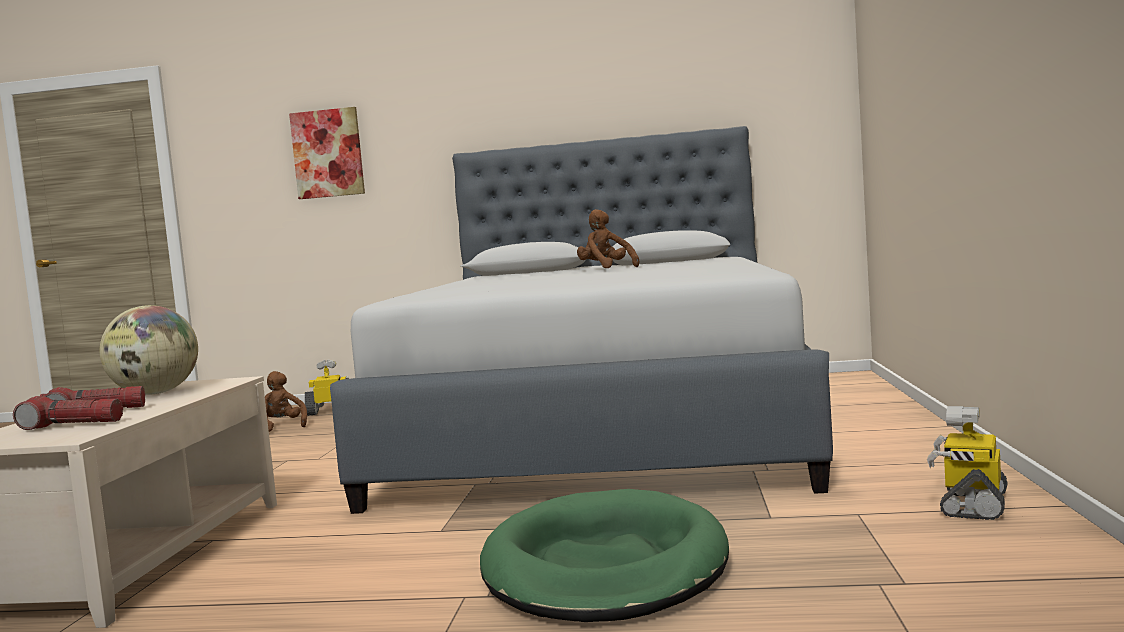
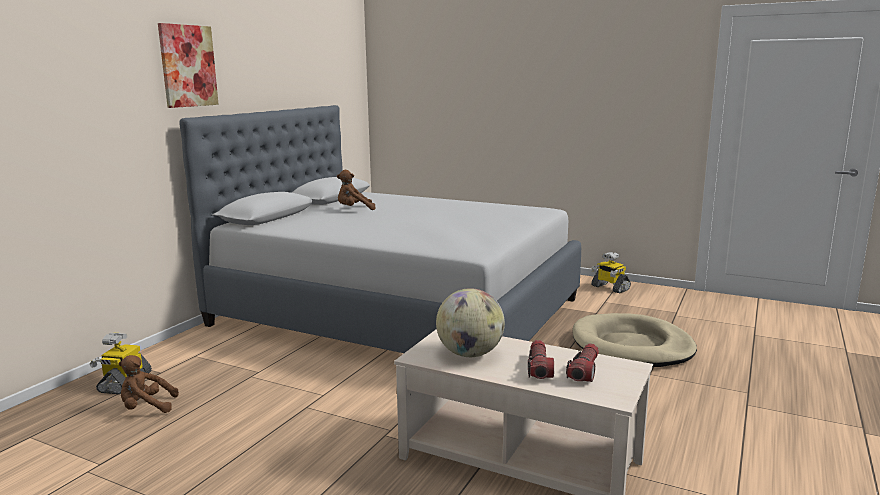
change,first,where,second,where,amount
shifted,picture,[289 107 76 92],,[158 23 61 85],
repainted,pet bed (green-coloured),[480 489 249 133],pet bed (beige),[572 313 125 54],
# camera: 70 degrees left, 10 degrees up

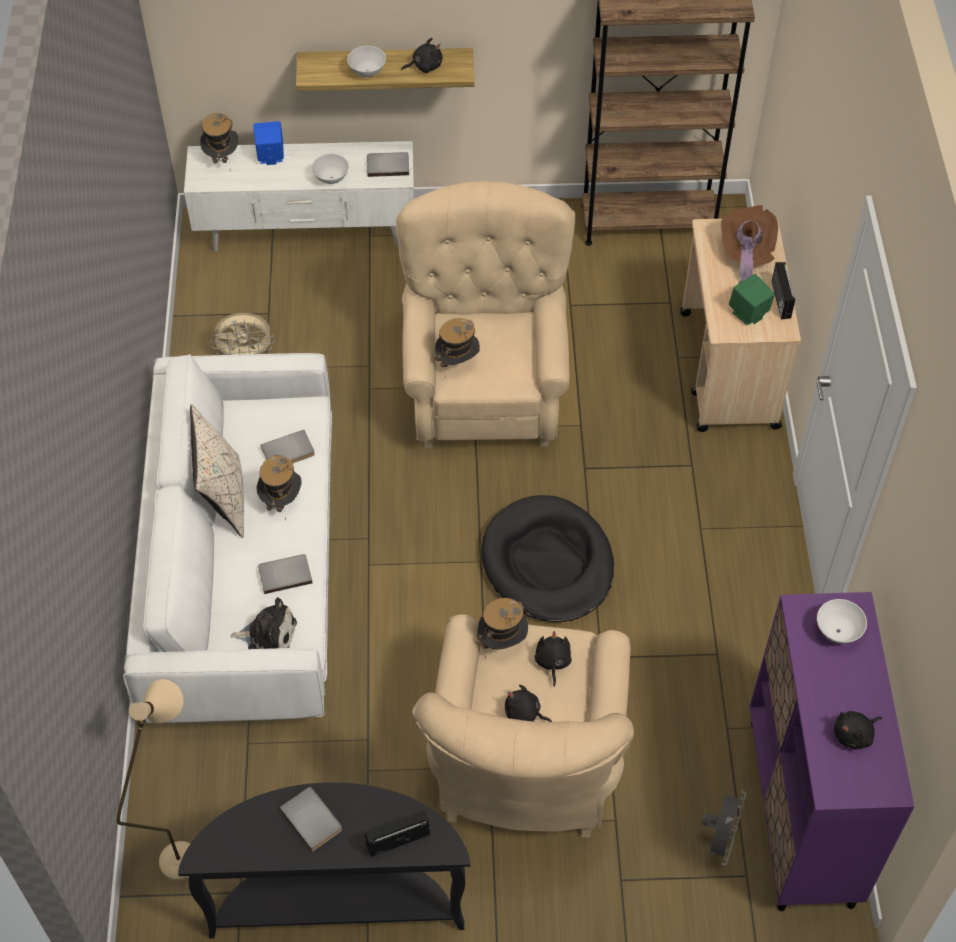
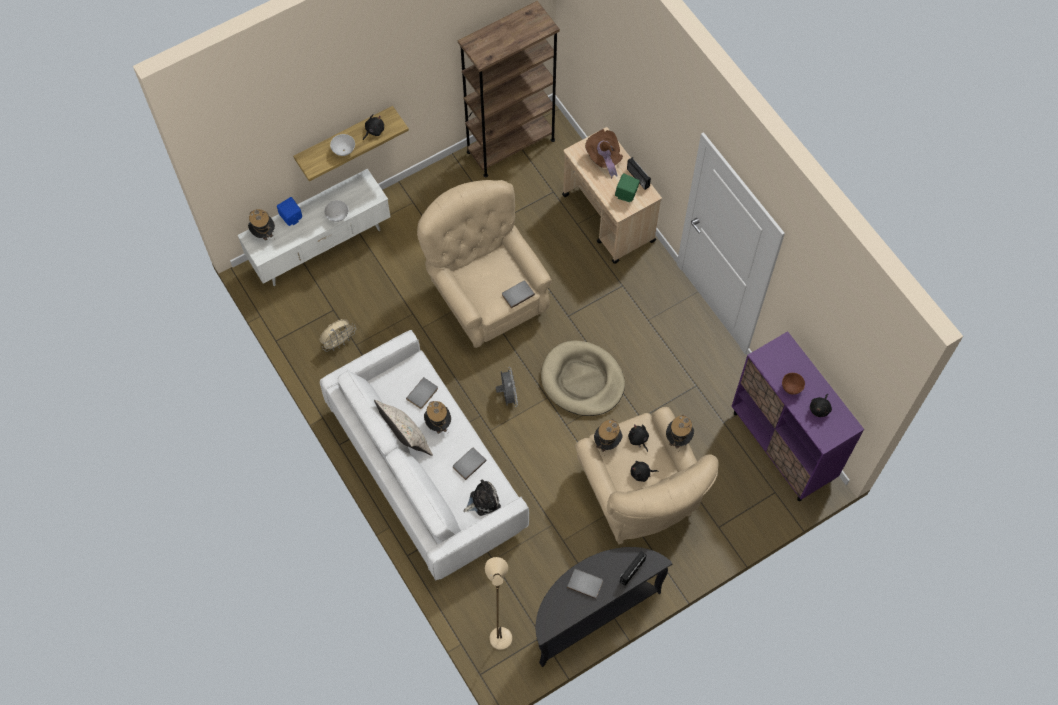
change,first,where,second,where,amount
shifted,electric fan (grey),[702 791 44 75],,[496 367 22 40],
shifted,volume (grey),[367 152 42 25],,[502 280 33 28],
repainted,pet bed (black-coloured),[481 495 133 127],pet bed (beige),[541 341 84 75],
shifted,clothing hat,[435 318 45 50],,[666 415 28 34],
new,,,bowl (brown-coloured),[782 373 23 22],
gone,bowl (white),[817 599 50 45],,,
# camera: 30 degrees left, 10 degrees up

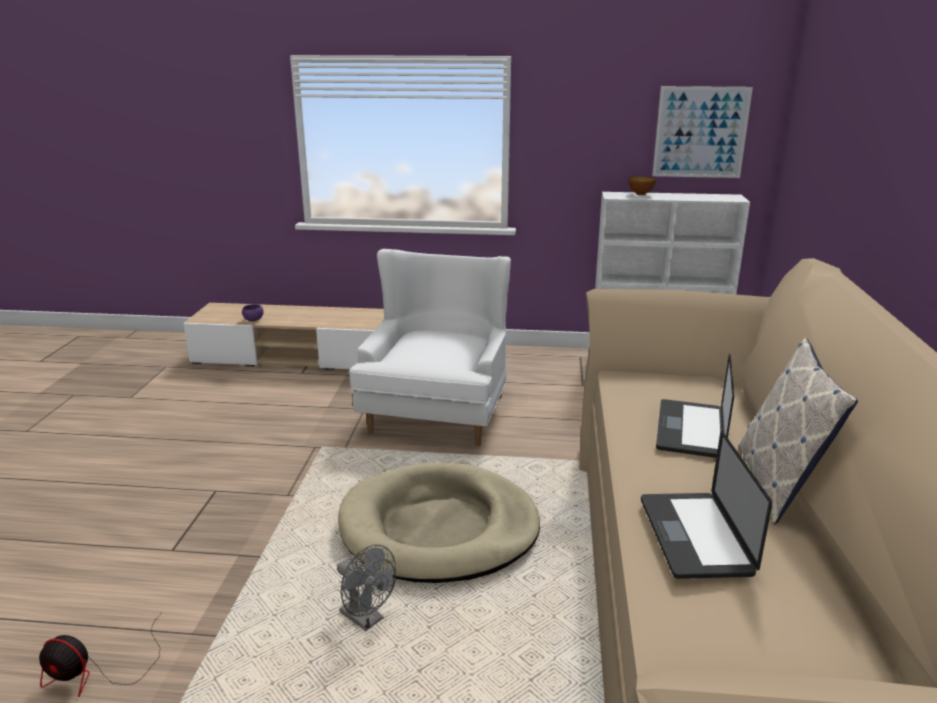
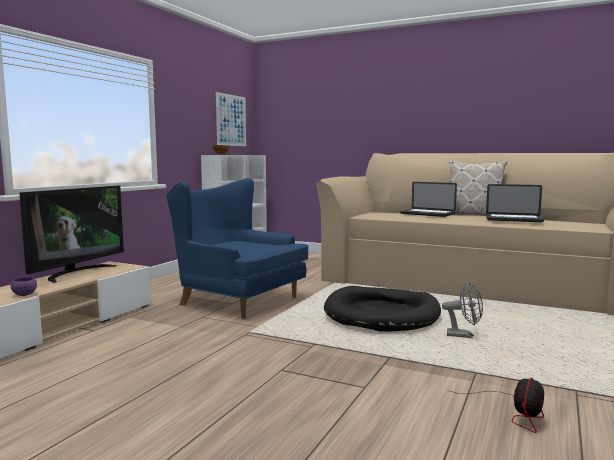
change,first,where,second,where,amount
new,,,television,[20 186 104 97],
repainted,easy chair (white),[349 249 162 197],easy chair (blue-coloured),[166 178 142 141],
repainted,pet bed (beige),[338 462 202 121],pet bed (black-coloured),[324 286 117 46],
rotated,electric fan (grey),[337 544 59 87],,[442 282 41 56],45 degrees clockwise
# camera: 70 degrees left, 15 degrees down

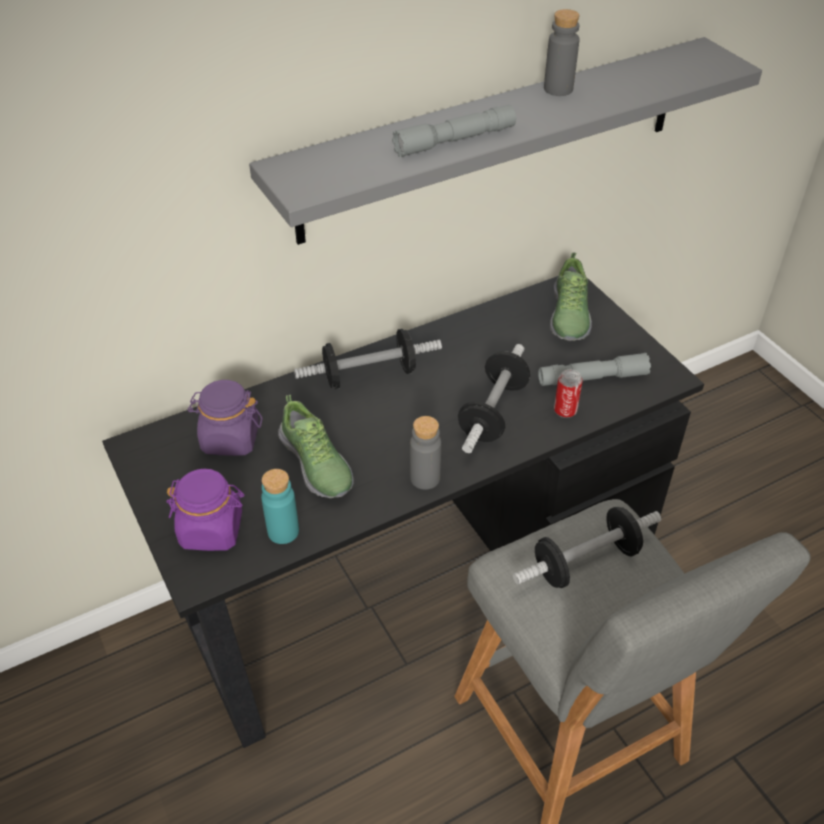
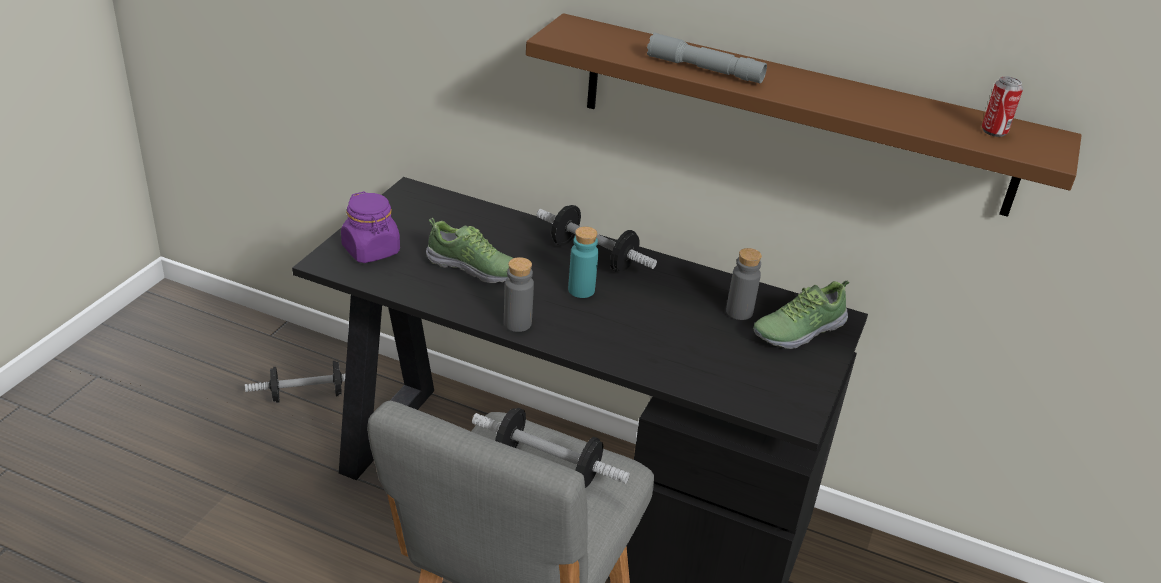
change,first,where,second,where,amount
shifted,dumbbell,[458 344 72 109],,[245 361 100 42],
rotated,item of footwear,[278 395 76 103],,[426 218 87 65],90 degrees counterclockwise
repainted,shelf (grey),[249 37 513 208],shelf (brown-coloured),[526 13 556 204],
shifted,drink bottle (turquoise-coloured),[261 469 38 75],,[568 227 31 71],
shifted,drink bottle (grey),[544 9 36 87],,[726 248 36 72],
shifted,metal can,[554 369 29 49],,[982 76 41 61],
gone,jar (purplish),[188 380 75 76],,,
gone,torch (grey),[538 353 113 33],,,
# camera: 50 degrees right, 10 degrees down

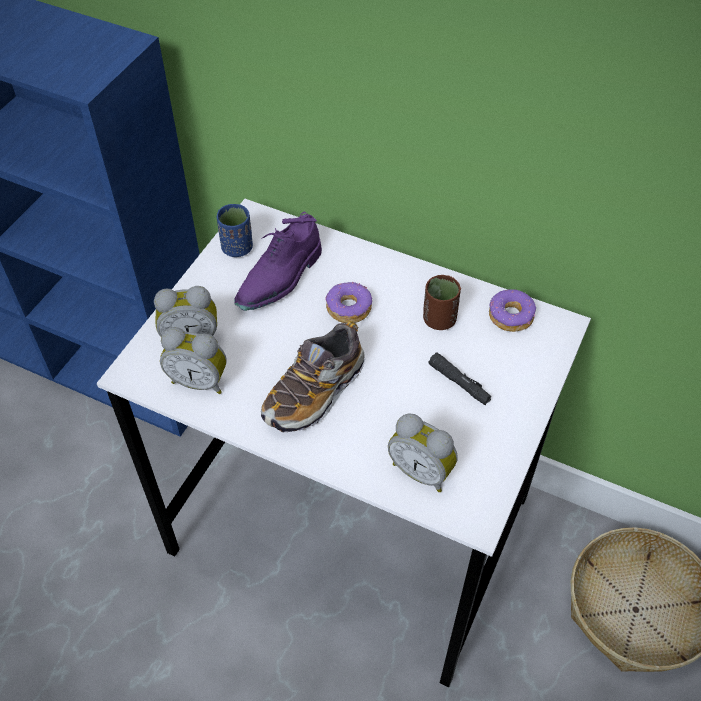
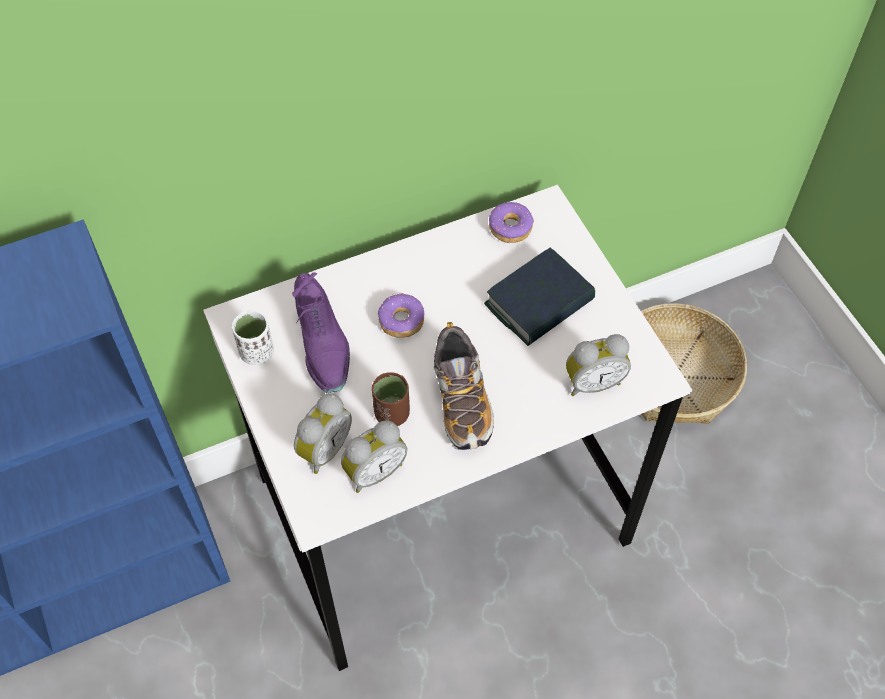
change,first,where,second,where,amount
repainted,drinking cup (blue-coloured),[216 204 37 53],drinking cup (white),[232 310 42 55],
shifted,drinking cup (brown-coloured),[423 275 38 55],,[372 372 38 54],
swapped,torch (black-coloured),[428 353 64 52],volume,[484 247 111 99],
# camera: 50 degrees left, 5 degrees up

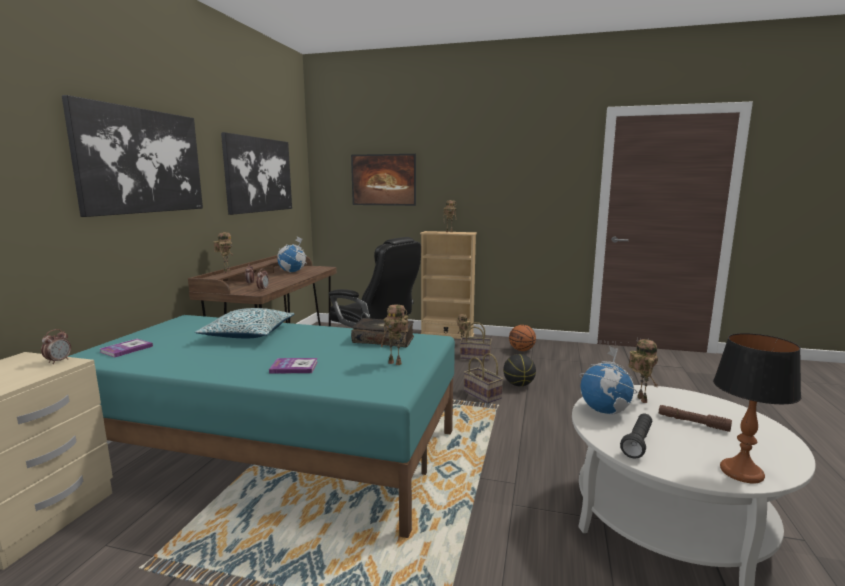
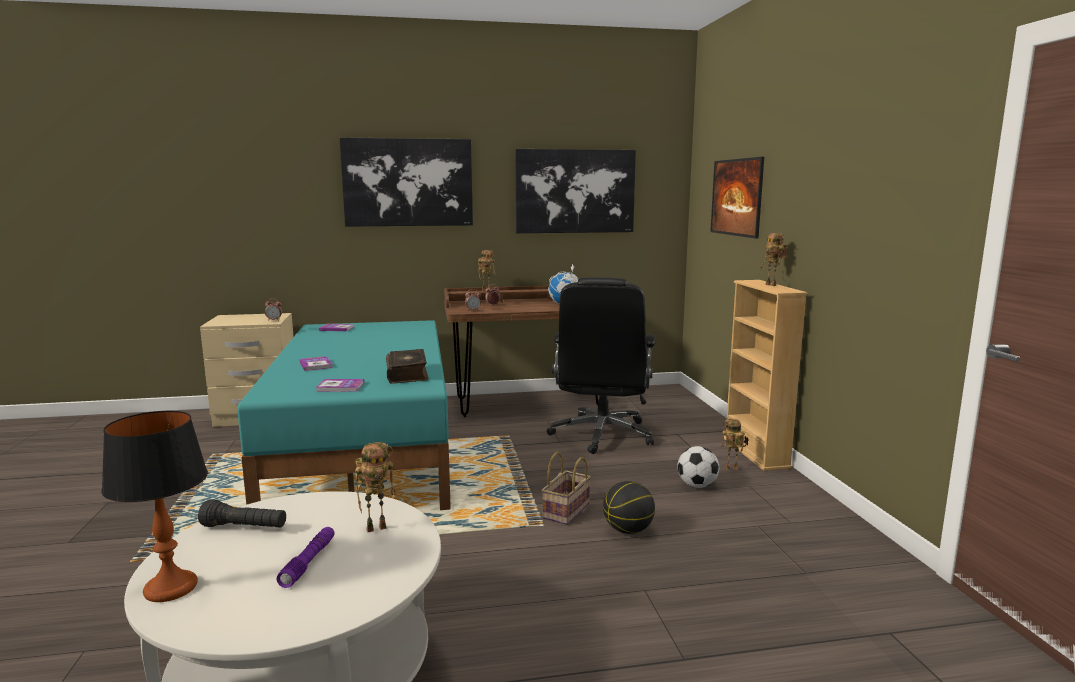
change,first,where,second,where,amount
repainted,torch (brown-coloured),[659 405 73 27],torch (purplish),[277 527 57 61],
swapped,model robot,[381 304 27 61],volume,[316 379 48 13],
swapped,household basket,[460 322 32 39],football,[677 446 42 42],
gone,throw pillow,[195 308 100 30],,,
gone,basketball ball,[509 325 27 26],,,
gone,desk globe,[579 346 58 69],,,
# camera: 65 degrees right, 0 degrees up

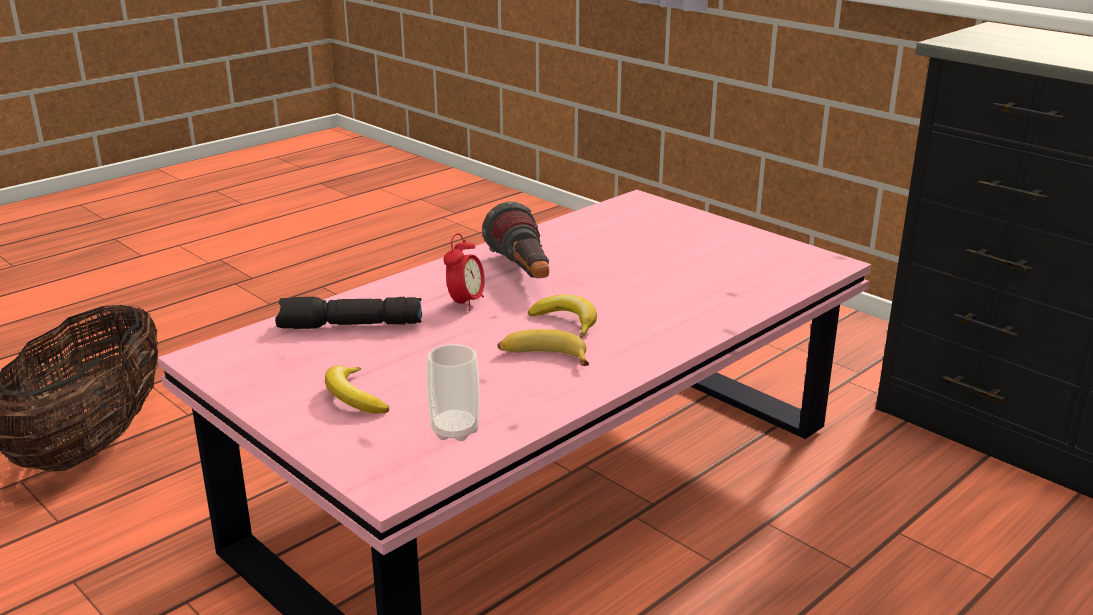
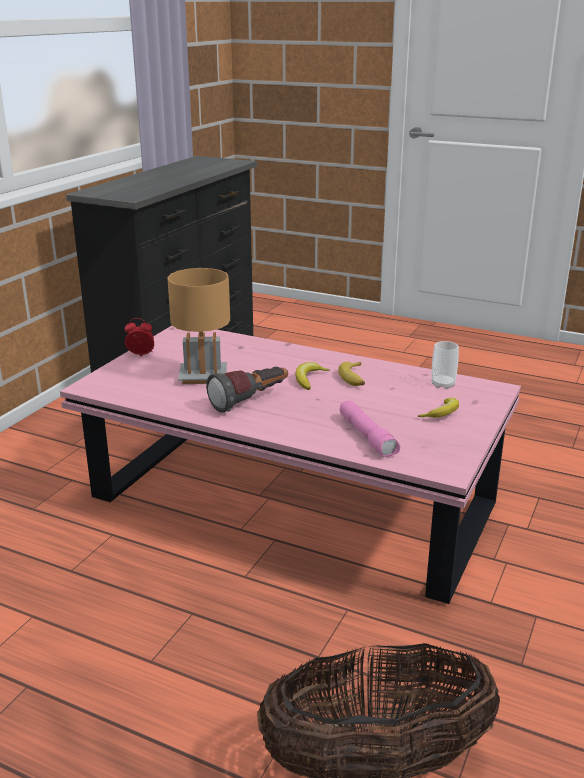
change,first,where,second,where,amount
shifted,alarm clock,[444 233 41 78],,[125 318 29 38],
new,,,table lamp (brown-coloured),[167 268 63 116],
repainted,torch (black-coloured),[275 297 147 32],torch (pink-coloured),[340 400 60 57],
# camera: 110 degrees left, 0 degrees up

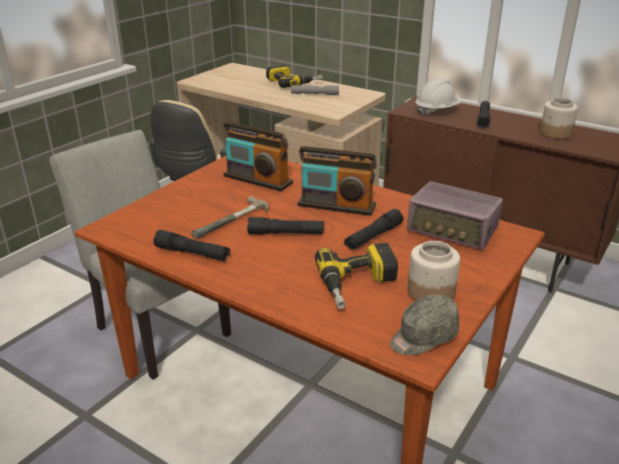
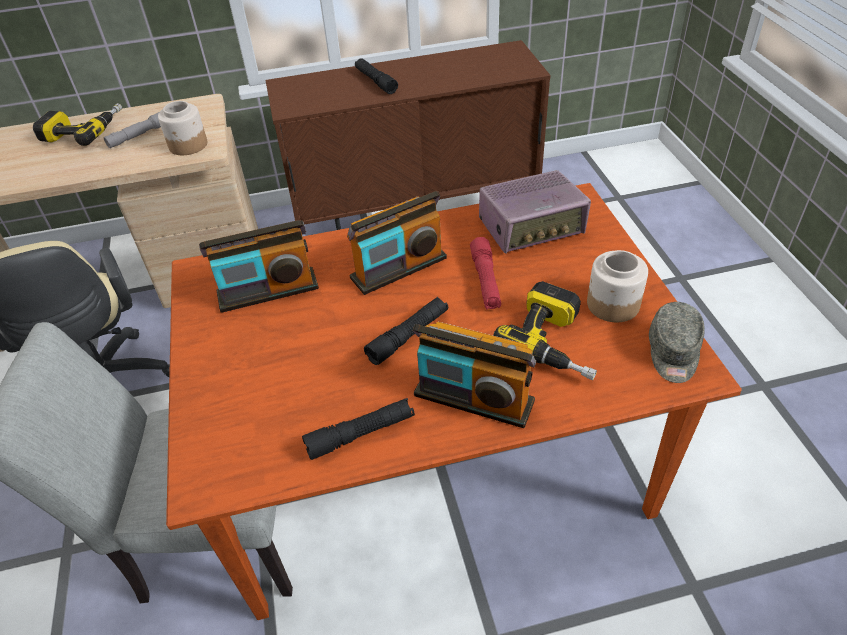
change,first,where,second,where,amount
shifted,jar,[540 98 38 41],,[158 101 49 54],
new,,,radio,[413 322 123 106],
repainted,torch (black-coloured),[344 209 59 41],torch (red),[470 237 31 72],
gone,hammer,[191 196 77 43],,,
gone,hard hat (white),[415 78 46 38],,,
# camera: 45 degrees left, 15 degrees up

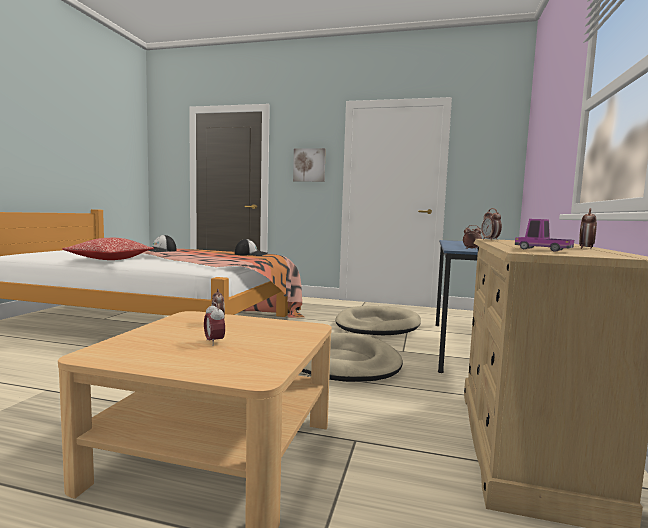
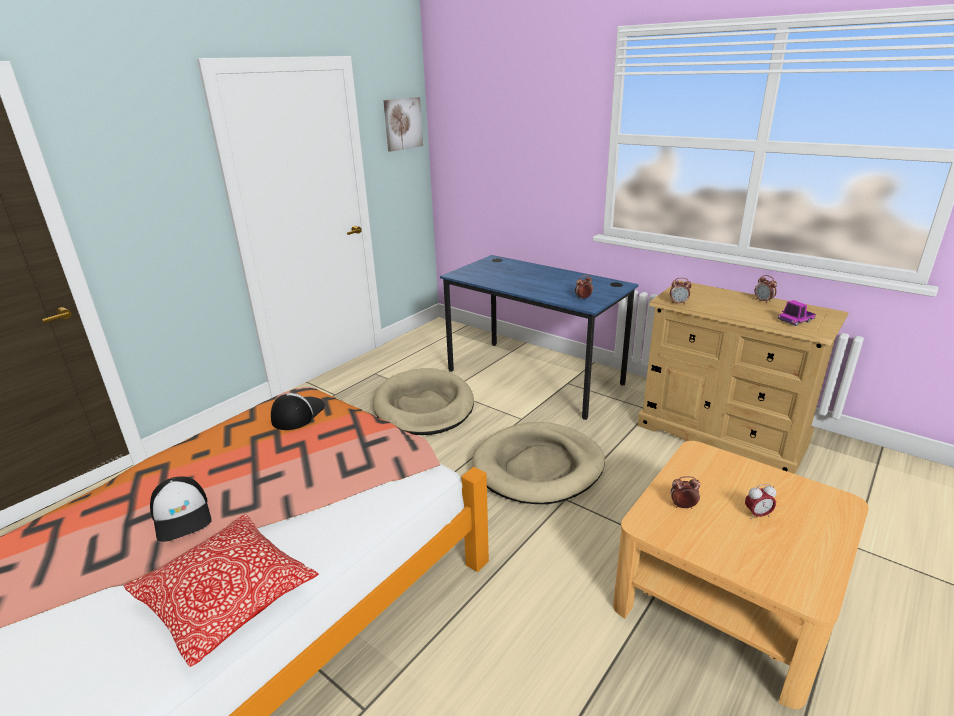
change,first,where,second,where,amount
shifted,picture,[293 148 33 34],,[383 97 40 55],
# camera: 65 degrees left, 20 degrees up

